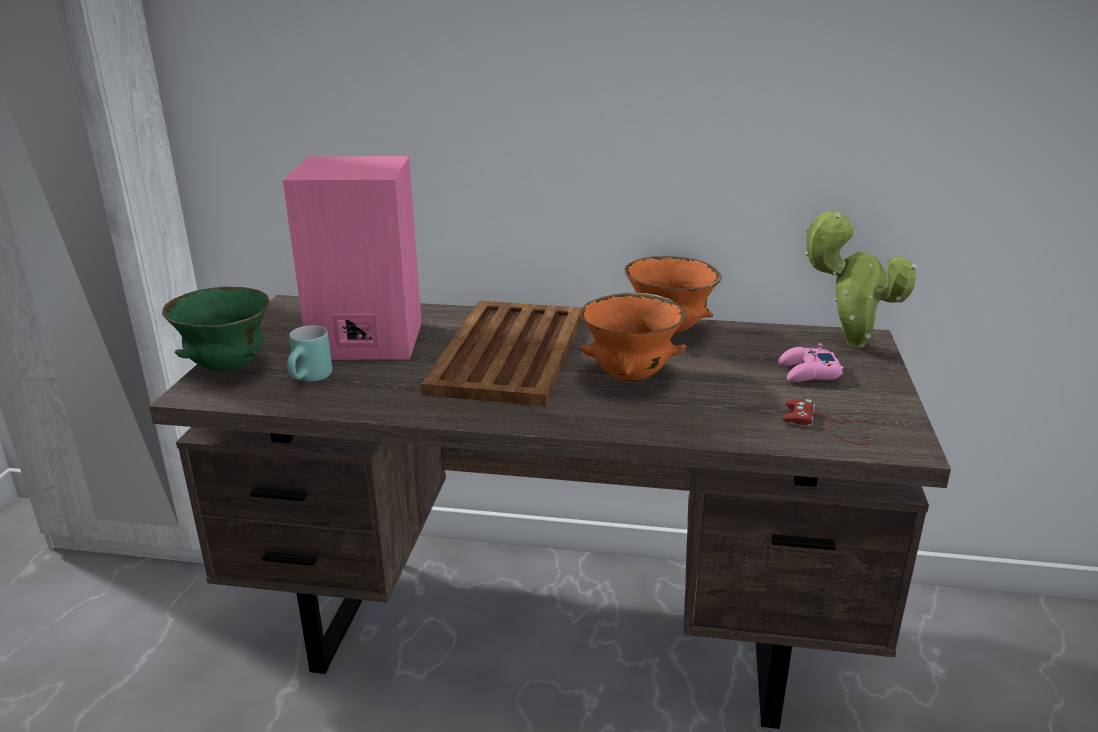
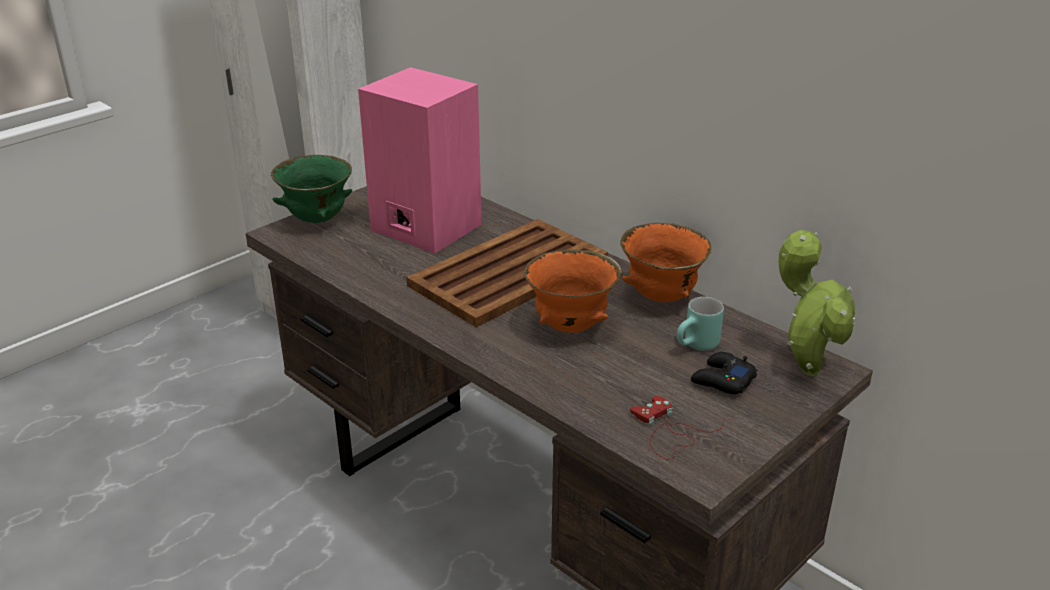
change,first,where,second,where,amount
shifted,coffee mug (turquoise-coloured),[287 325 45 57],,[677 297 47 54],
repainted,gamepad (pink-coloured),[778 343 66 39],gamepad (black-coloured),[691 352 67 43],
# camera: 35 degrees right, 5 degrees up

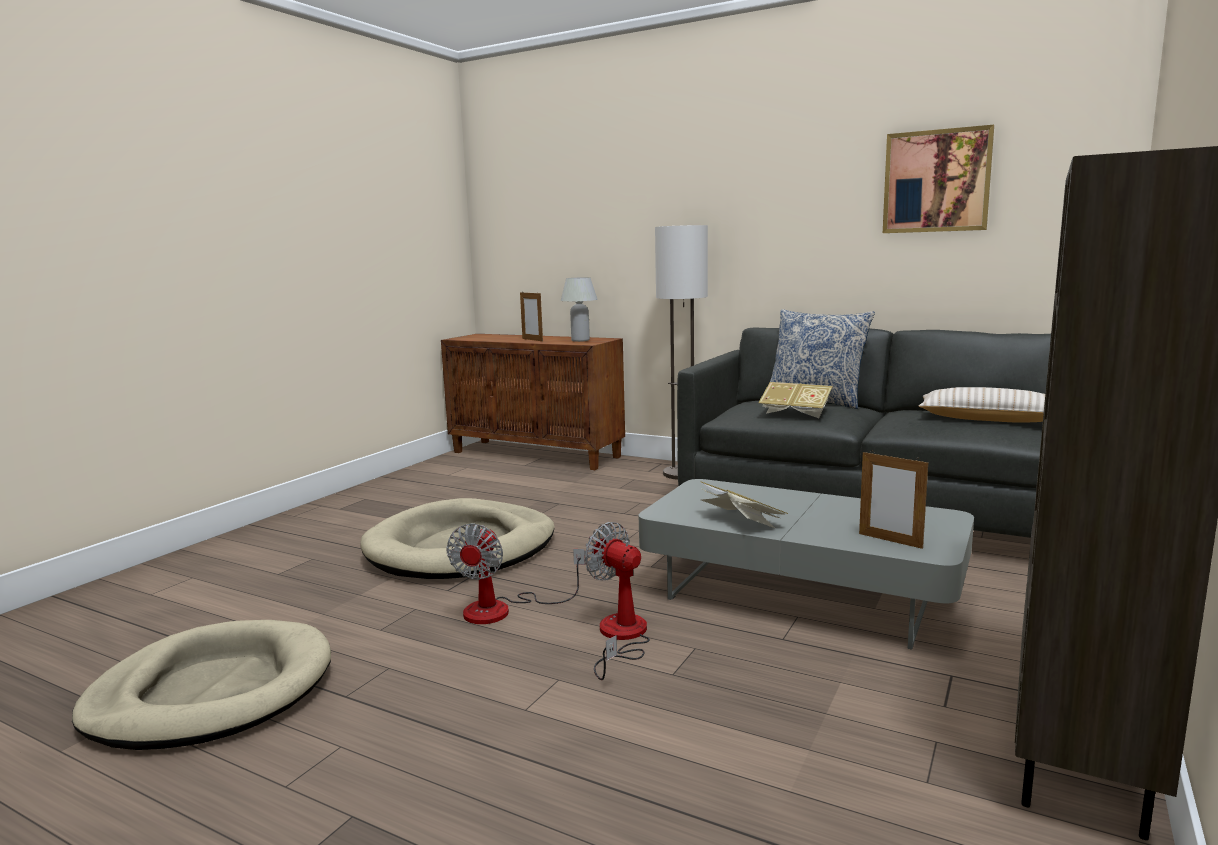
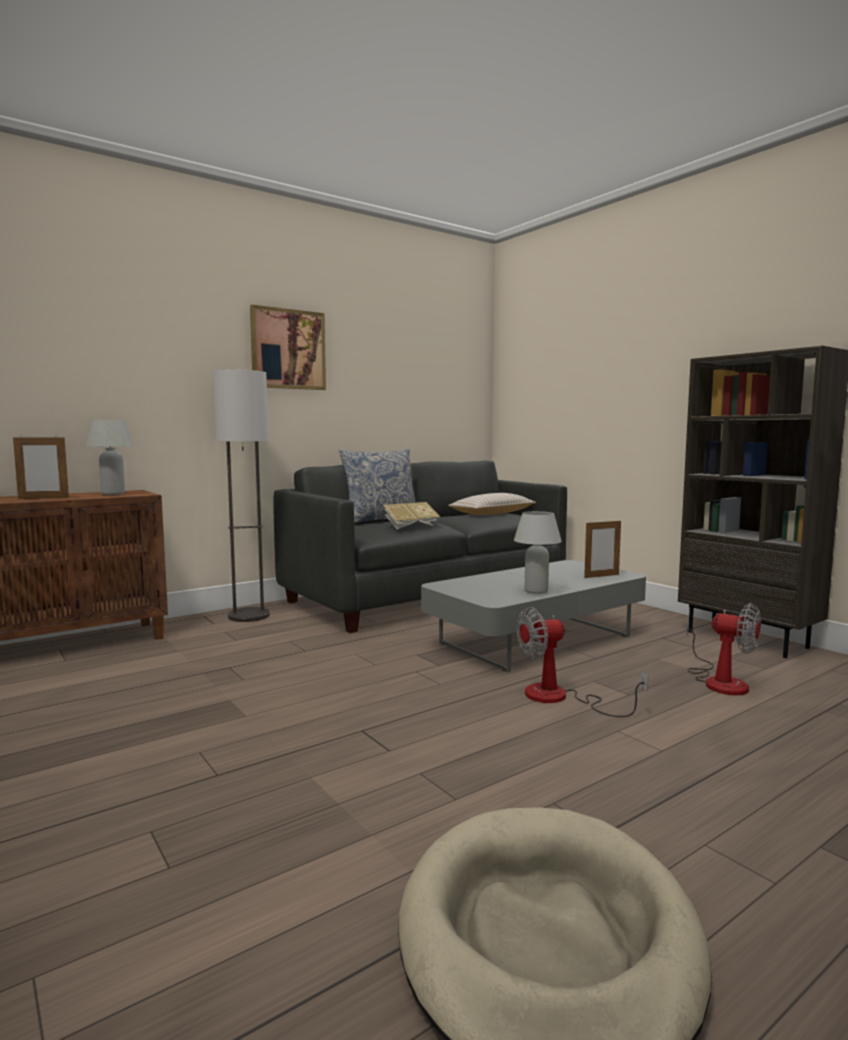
change,first,where,second,where,amount
shifted,picture,[883 125 111 108],,[250 305 76 85],
swapped,volume,[700 481 88 47],table lamp (white),[514 511 48 83],
shifted,electric fan,[446 523 139 101],,[685 603 76 92],
gone,pet bed (beige),[360 498 194 81],,,
# camera: 65 degrees left, 5 degrees down

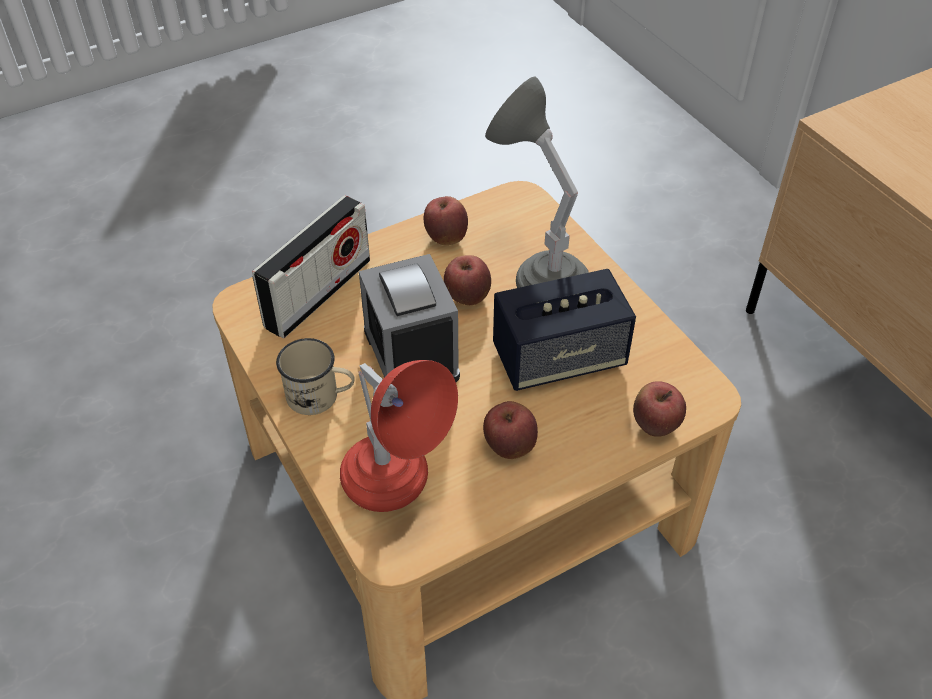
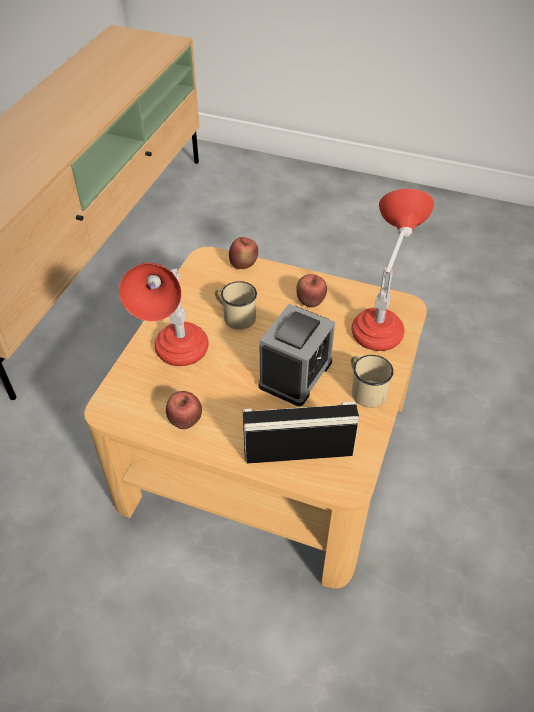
change,first,where,second,where,amount
repainted,table lamp (grey),[485 77 104 211],table lamp (red),[119 263 90 103],
swapped,loudspeaker,[493 269 143 122],coffee mug (beige),[215 281 42 49],
gone,apple,[444 255 47 50],,,
# camera: 130 degrees left, 0 degrees up

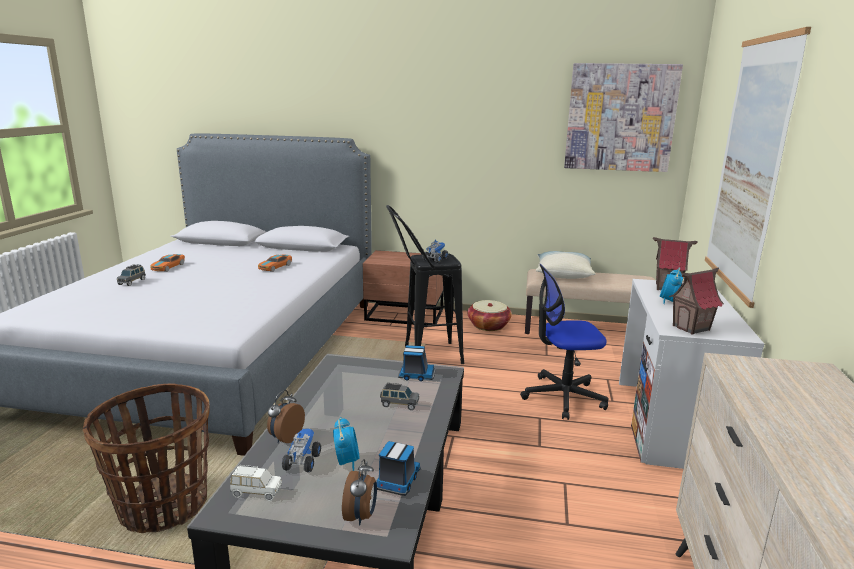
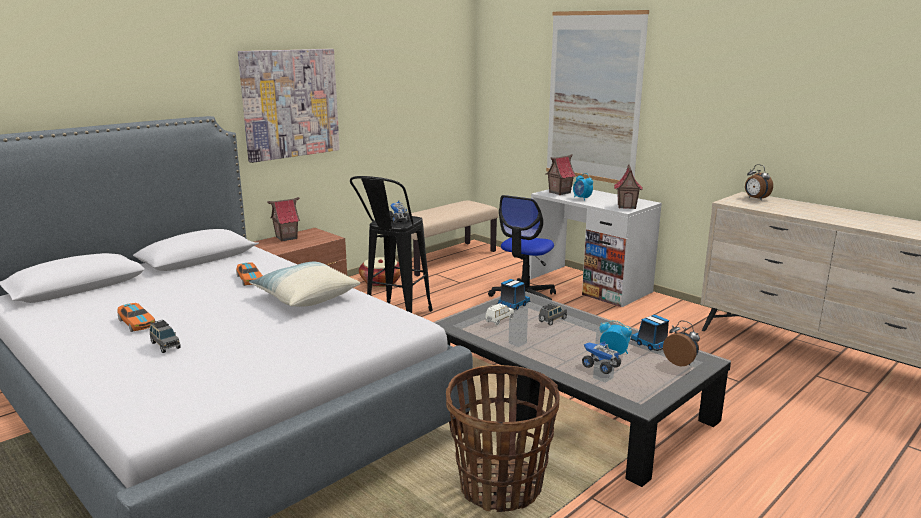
change,first,where,second,where,amount
shifted,picture,[564 63 119 109],,[238 49 102 114],
shifted,throw pillow,[536 251 60 28],,[249 262 111 45],
new,,,miniature house,[267 197 33 45],
shifted,toy car (white),[230 465 52 36],,[485 303 29 23],
shifted,alarm clock,[267 390 38 53],,[745 164 28 36],
# camera: 55 degrees left, 0 degrees up

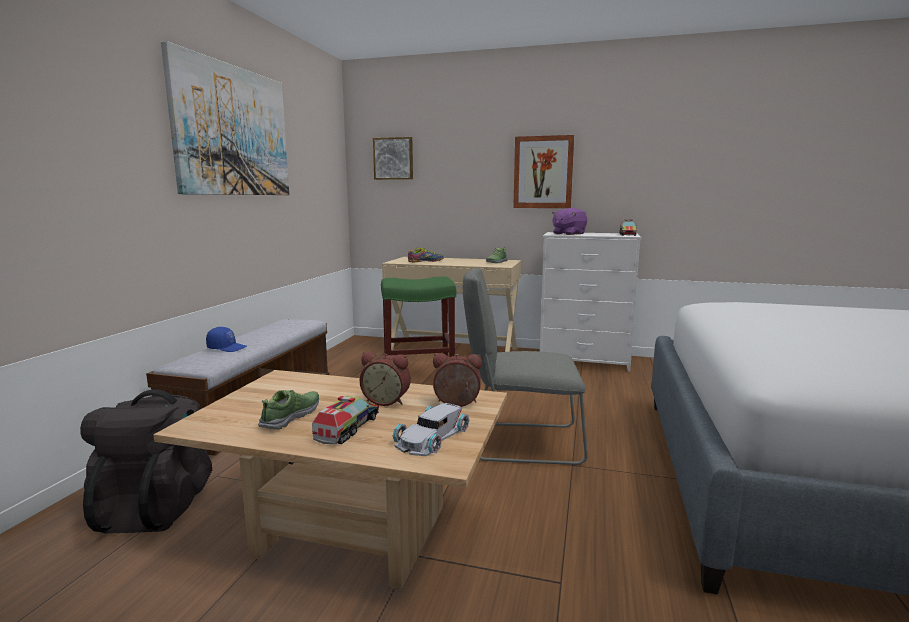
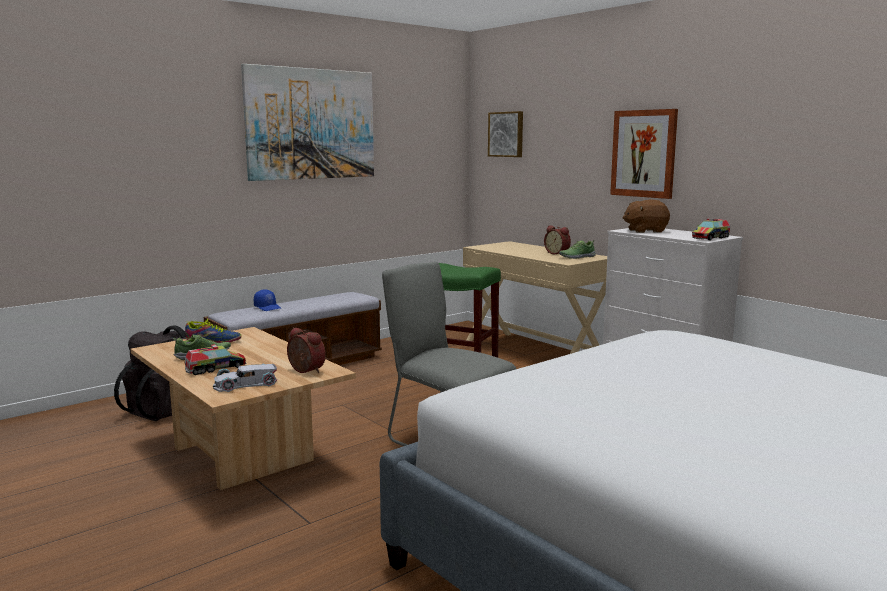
change,first,where,second,where,amount
shifted,item of footwear,[408 248 36 15],,[185 319 57 24],
shifted,alarm clock,[360 352 51 54],,[544 225 27 29],
repainted,plush toy (purplish),[552 208 35 27],plush toy (brown-coloured),[622 200 48 33],
# camera: 35 degrees right, 0 degrees up

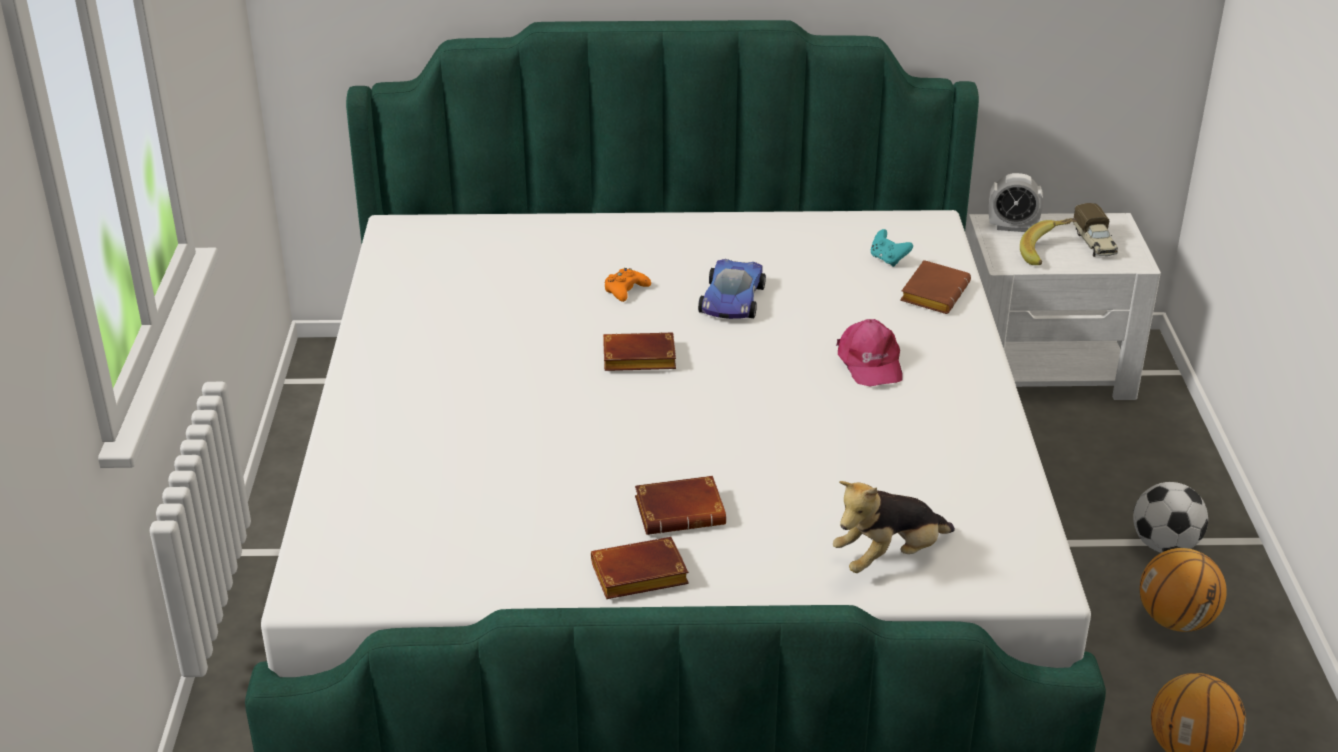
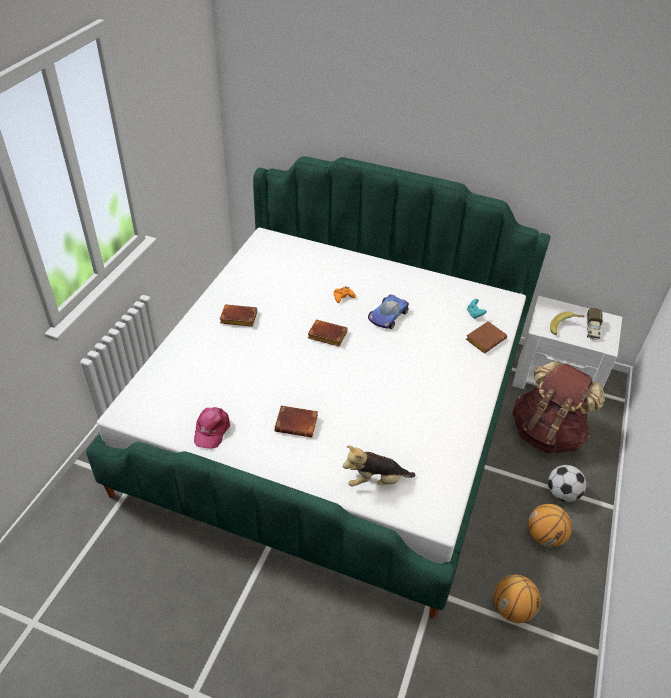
change,first,where,second,where,amount
shifted,peaked cap (pink-coloured),[836 319 67 67],,[194 407 36 42],
shifted,volume (brown-coloured),[591 537 98 62],,[220 304 37 23],
new,,,backpack (brown-coloured),[512 361 93 93],
gone,alarm clock,[989 173 54 59],,,
# camera: 20 degrees right, 10 degrees up

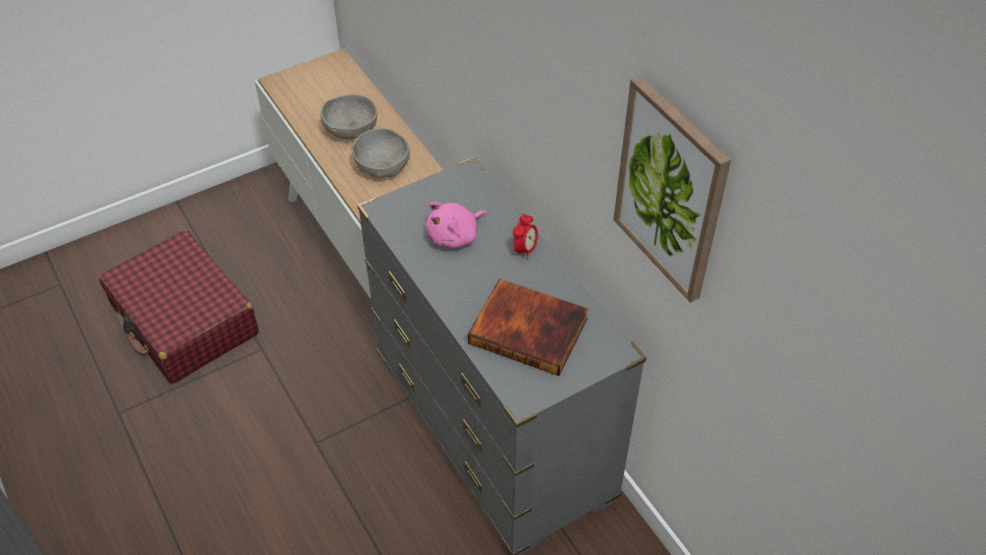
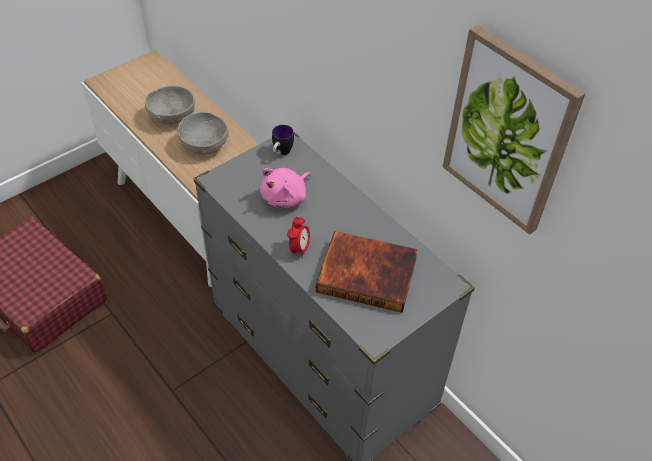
change,first,where,second,where,amount
new,,,coffee mug,[272 125 22 30],
shifted,alarm clock,[513 214 25 46],,[287 216 23 42],
# camera: 10 degrees left, 0 degrees up

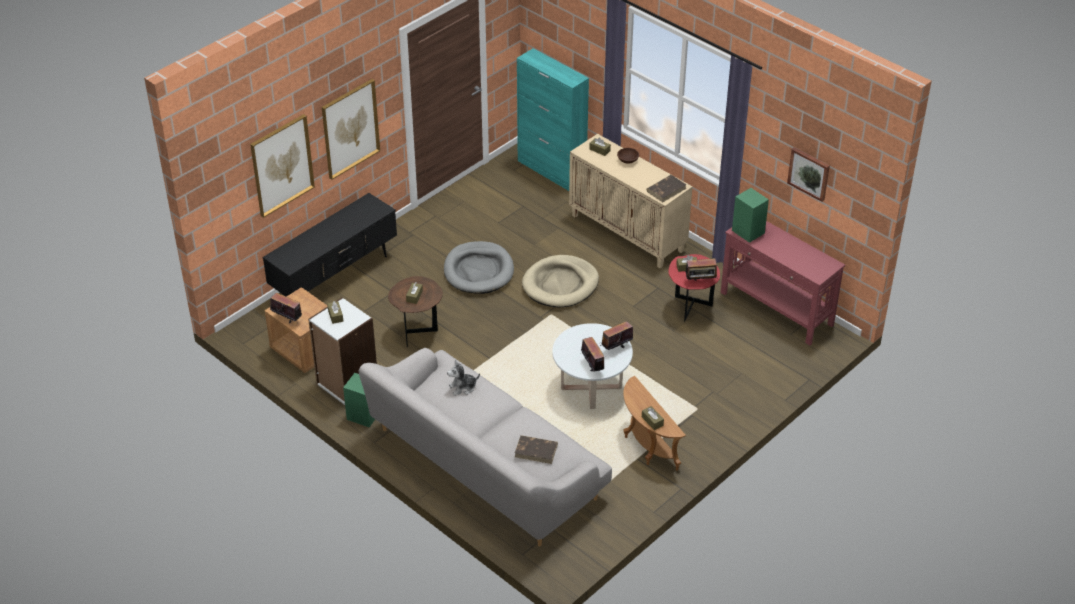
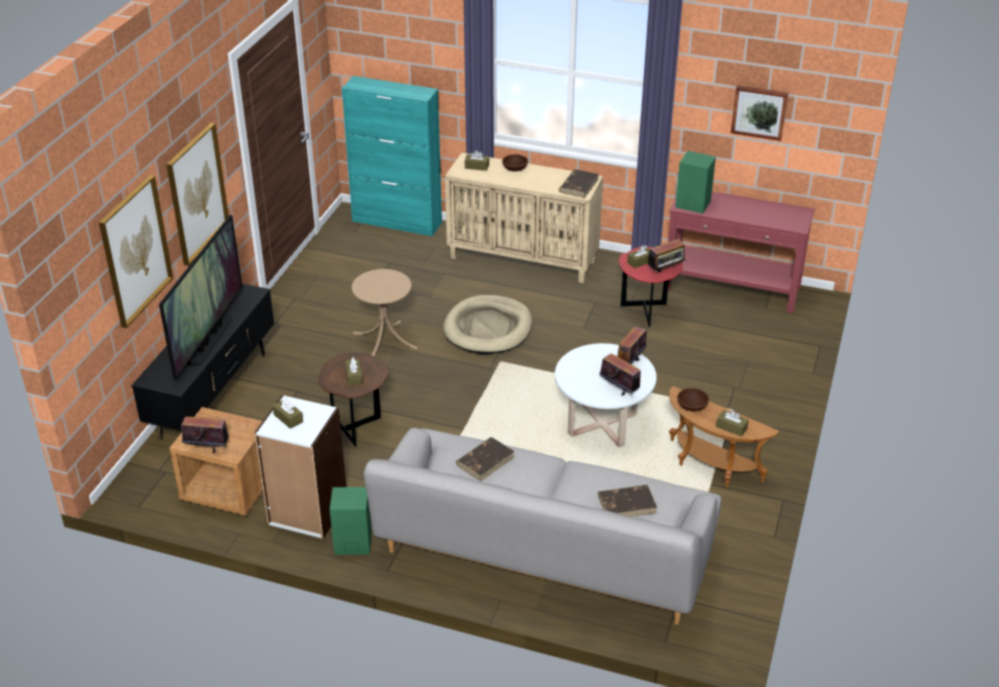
change,first,where,second,where,amount
new,,,television,[159 215 84 165],
swapped,pet bed (grey),[444 241 70 53],end table (beige),[352 269 66 87],
swapped,plush toy,[447 360 33 36],volume (brown-coloured),[456 437 59 44],
new,,,bowl (brown-coloured),[677 388 32 23],
# camera: 25 degrees left, 5 degrees down

